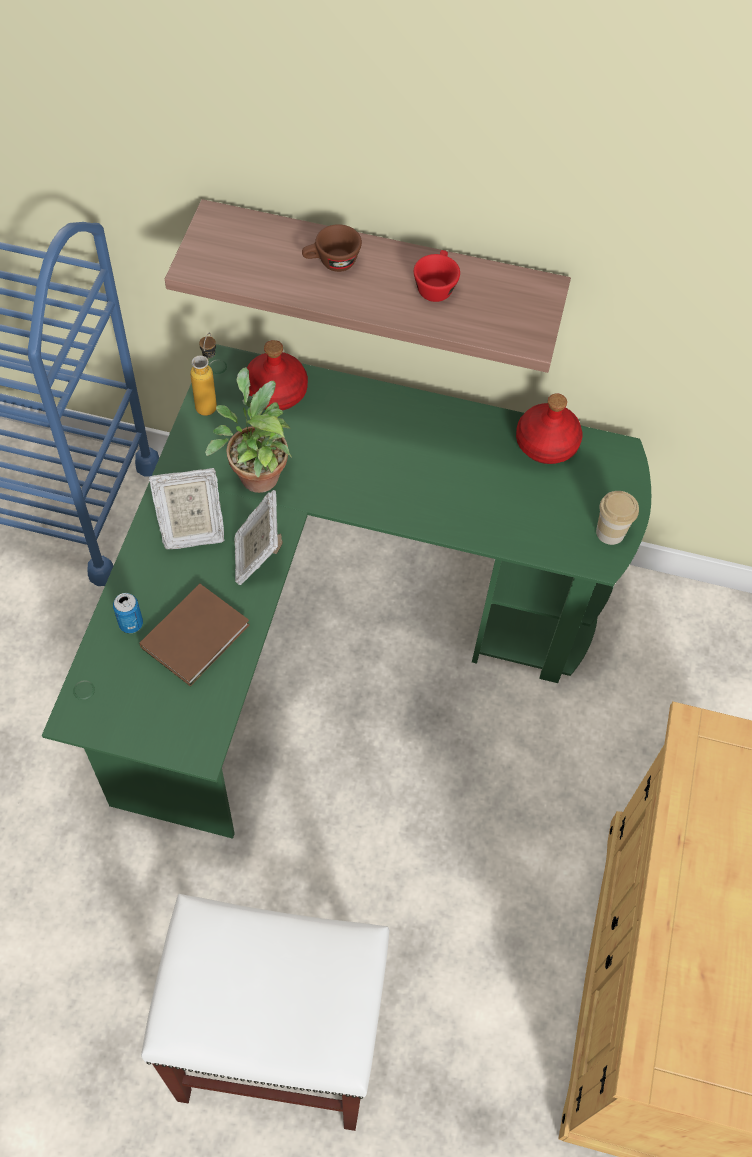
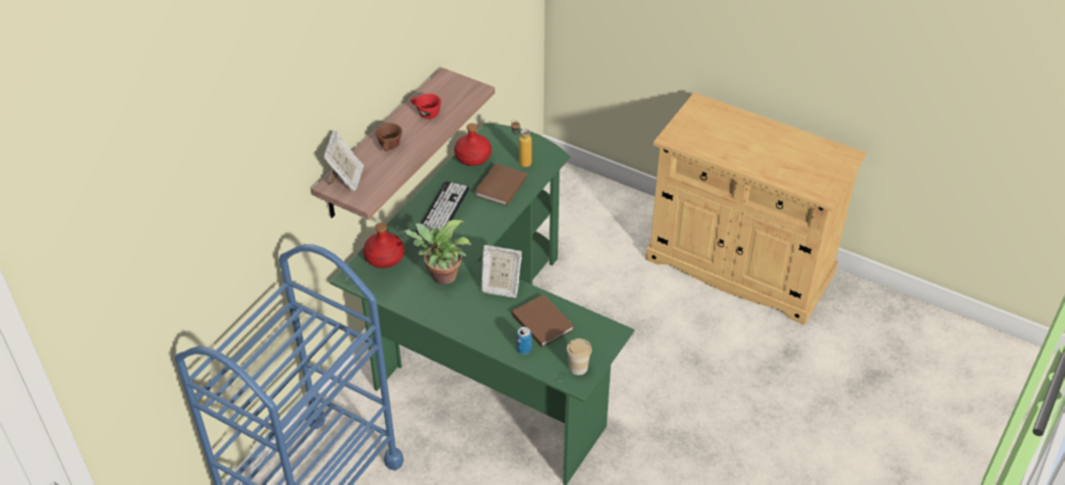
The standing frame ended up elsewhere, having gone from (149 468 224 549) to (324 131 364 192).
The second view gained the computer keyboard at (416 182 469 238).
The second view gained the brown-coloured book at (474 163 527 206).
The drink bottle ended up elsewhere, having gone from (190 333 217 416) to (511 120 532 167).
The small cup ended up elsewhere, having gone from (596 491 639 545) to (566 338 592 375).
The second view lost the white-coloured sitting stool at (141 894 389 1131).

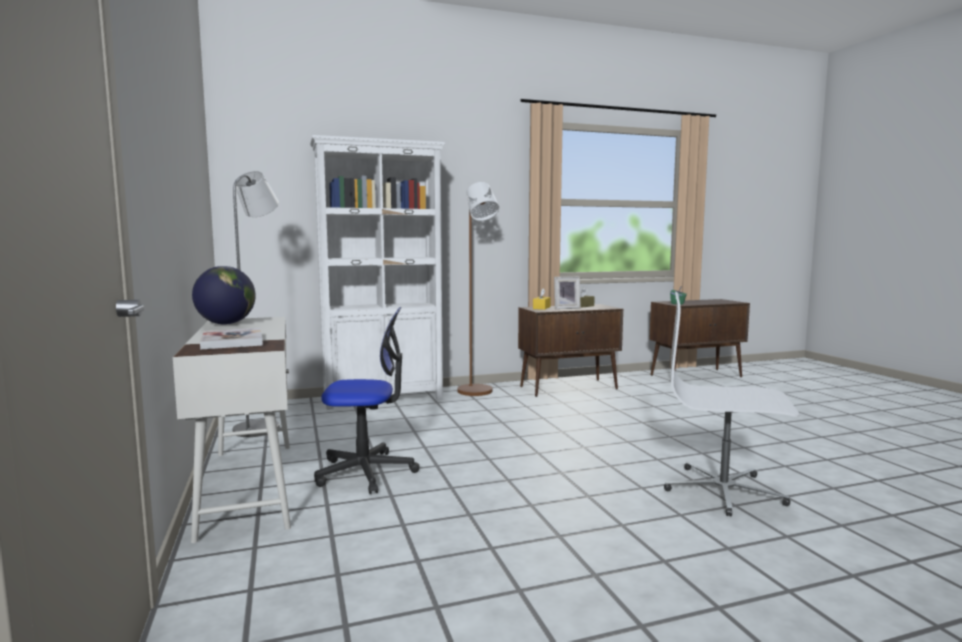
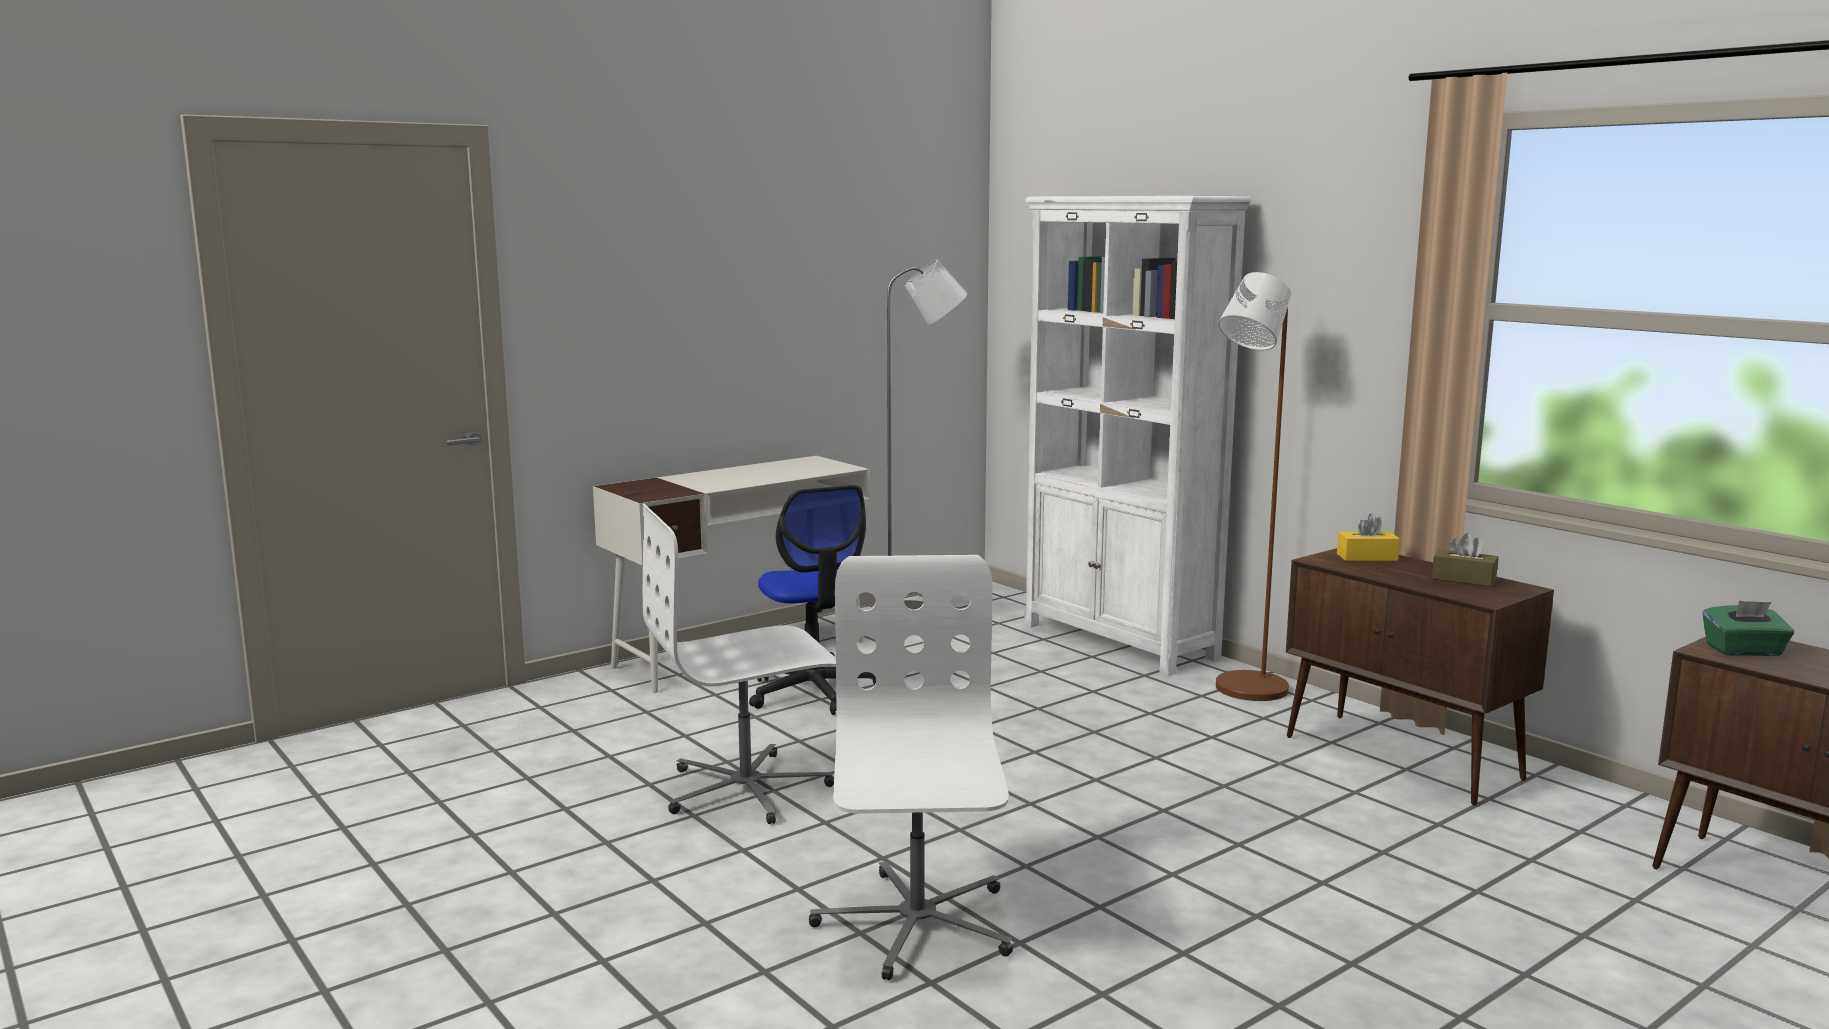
The second view gained the white-coloured office chair at (642 504 836 824).
The second view lost the world globe at (192 266 256 324).
The second view lost the book at (200 328 263 350).
The second view lost the standing frame at (554 277 581 309).

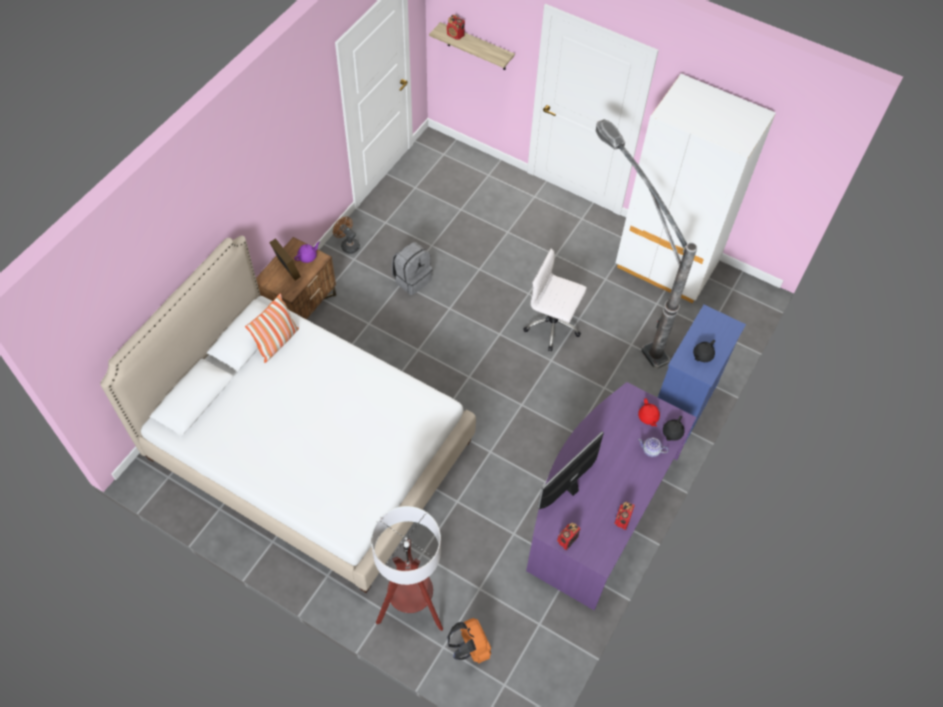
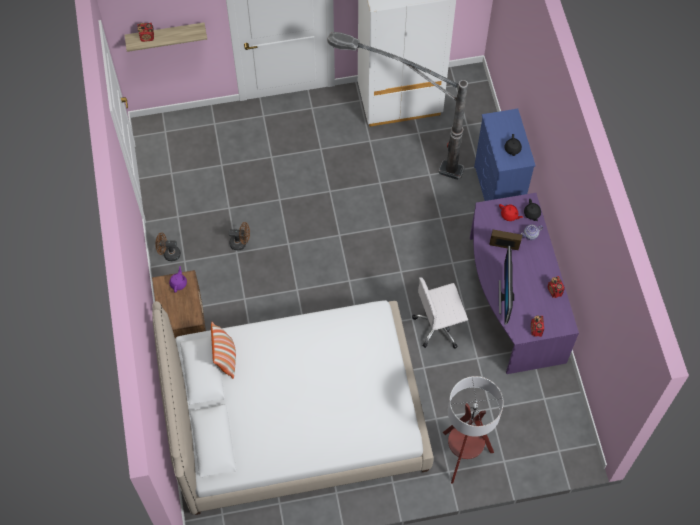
Where the greyish rucksack stood at (392 242 432 295), the brown-coloured cooling fan came to stand at (229 222 250 251).
The white-coloured office chair ended up elsewhere, having gone from (523 249 587 351) to (412 277 468 349).
The standing frame ended up elsewhere, having gone from (269 238 301 280) to (489 230 522 250).
The second view lost the orange rucksack at (447 618 491 664).

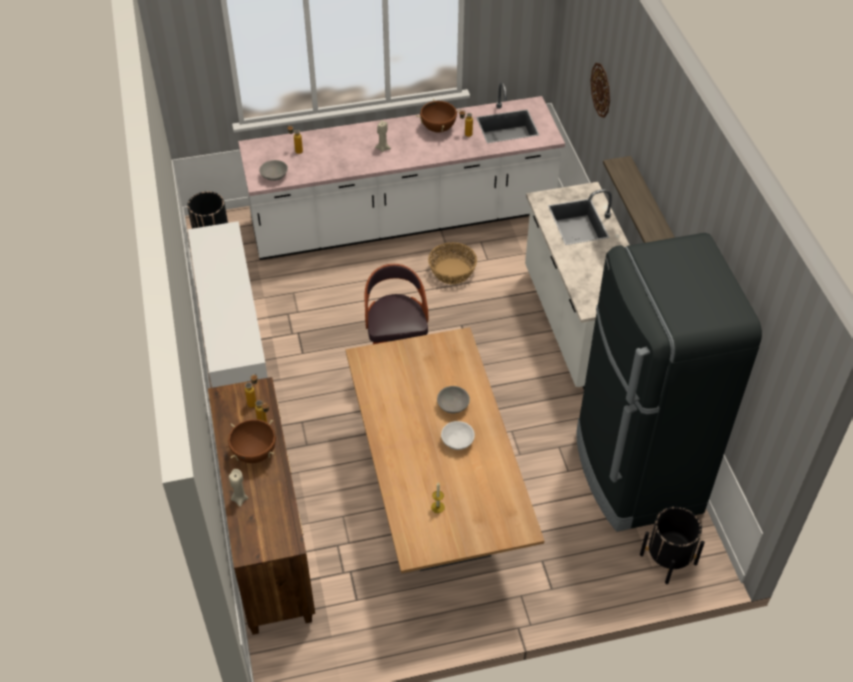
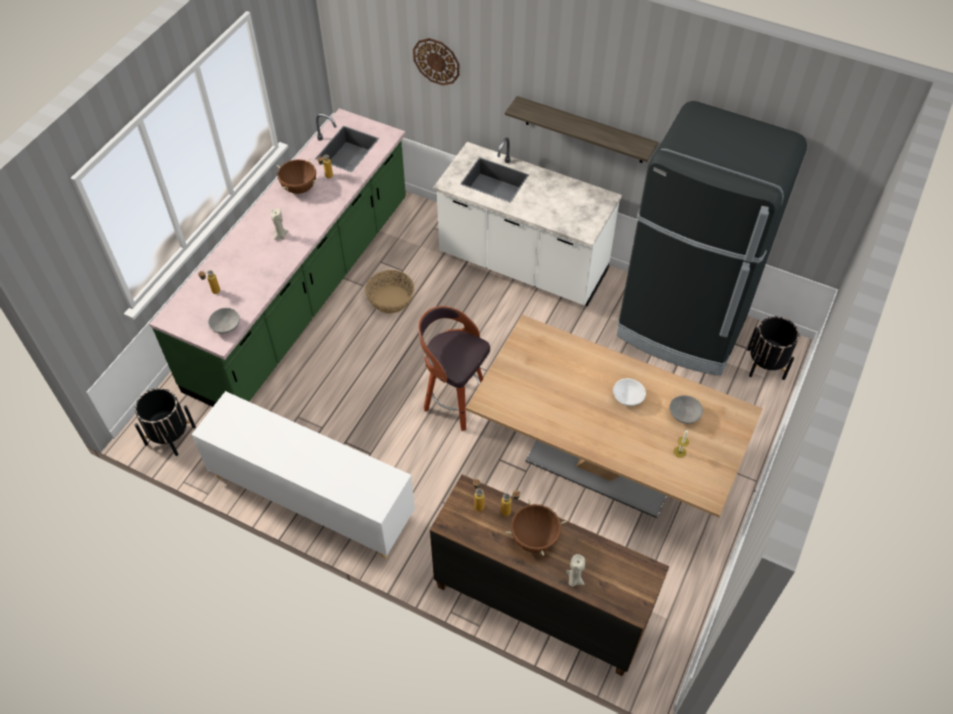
What was the white-coloured kitchen base unit at (238 82 565 260) turned into the green-coloured kitchen base unit at (149 108 406 407).
The greyish serving bowl ended up elsewhere, having gone from (437 386 470 413) to (669 395 703 424).

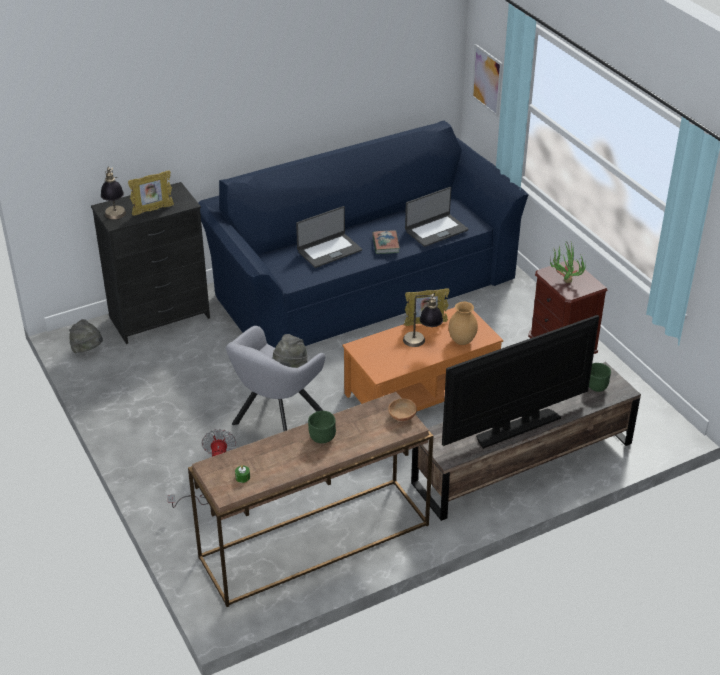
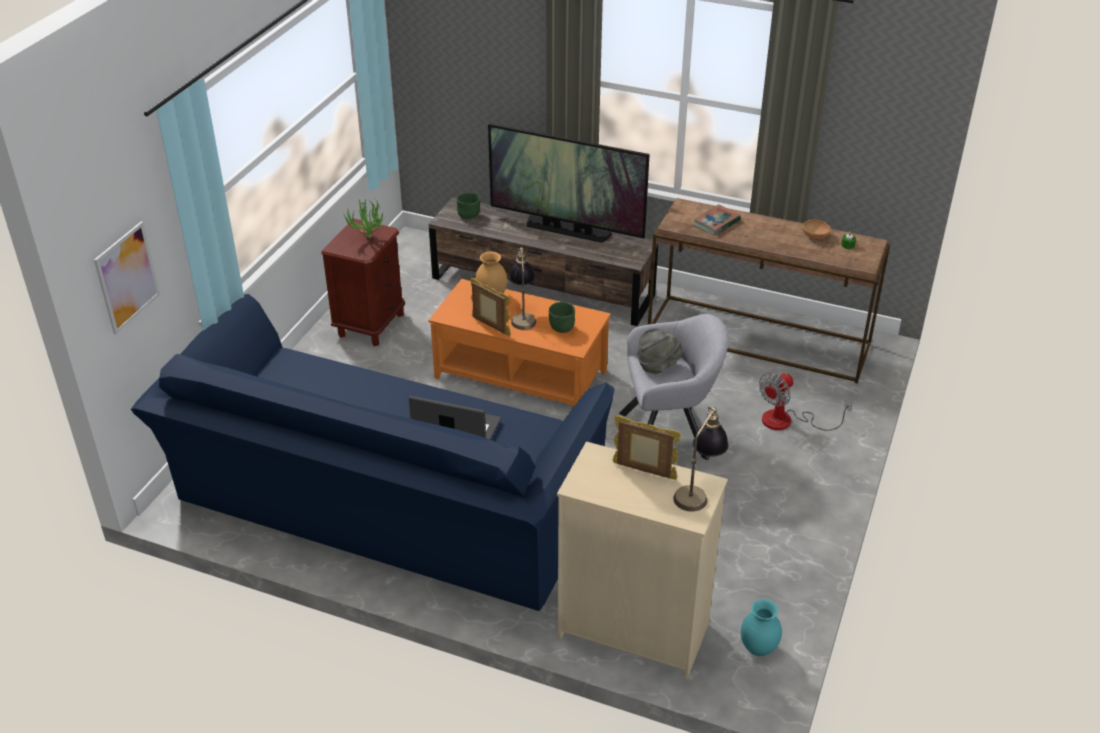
The green-coloured serving bowl ended up elsewhere, having gone from (308 411 336 444) to (549 302 575 333).
What was the black-coloured chest of drawers at (91 182 210 344) turned into the beige-coloured chest of drawers at (557 441 728 679).
The book ended up elsewhere, having gone from (372 230 400 254) to (693 204 741 235).
Where the greyish wearable hat stood at (69 319 103 353), the turquoise vase came to stand at (741 599 782 656).
The brown-coloured serving bowl ended up elsewhere, having gone from (388 398 417 421) to (803 219 831 239).
The second view lost the laptop at (405 187 469 247).

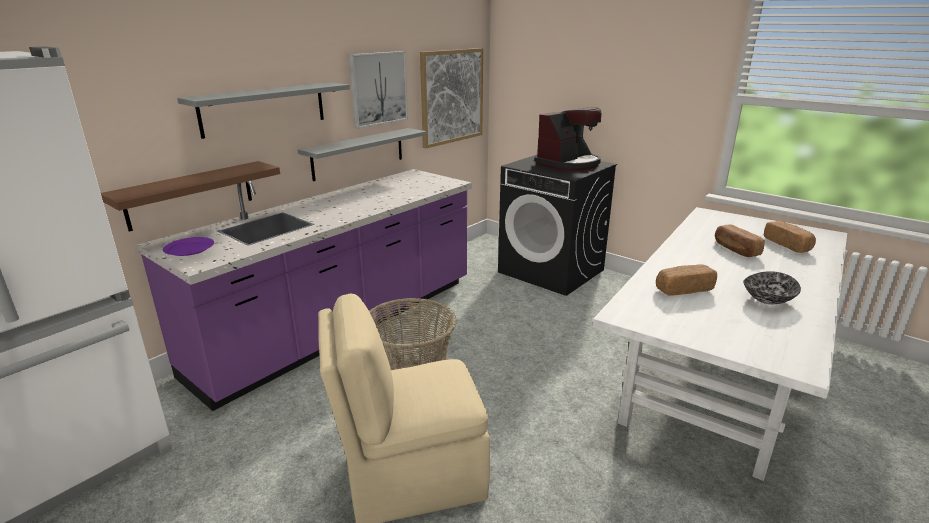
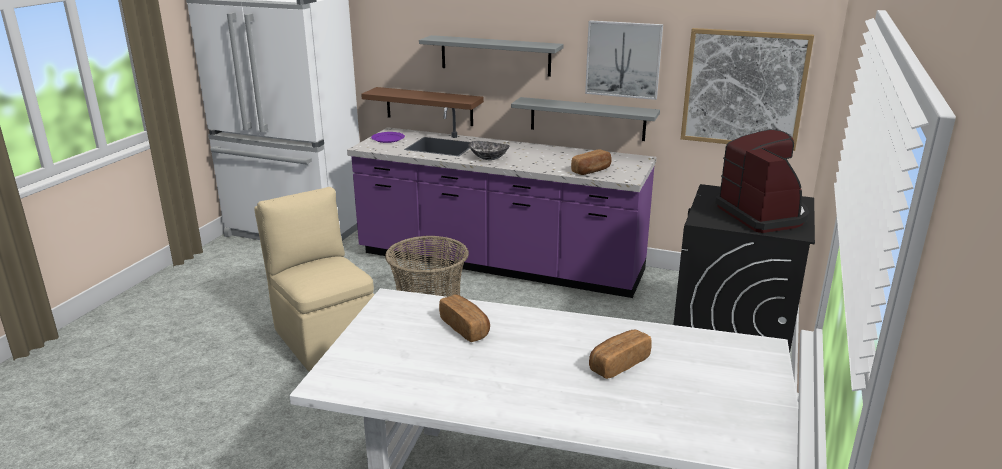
The serving bowl ended up elsewhere, having gone from (743 271 801 304) to (468 141 510 160).
The bakery bread ended up elsewhere, having gone from (764 221 816 253) to (571 149 612 175).
The coffee machine at (535 108 602 171) ended up facing another way, 135 degrees counterclockwise from before.

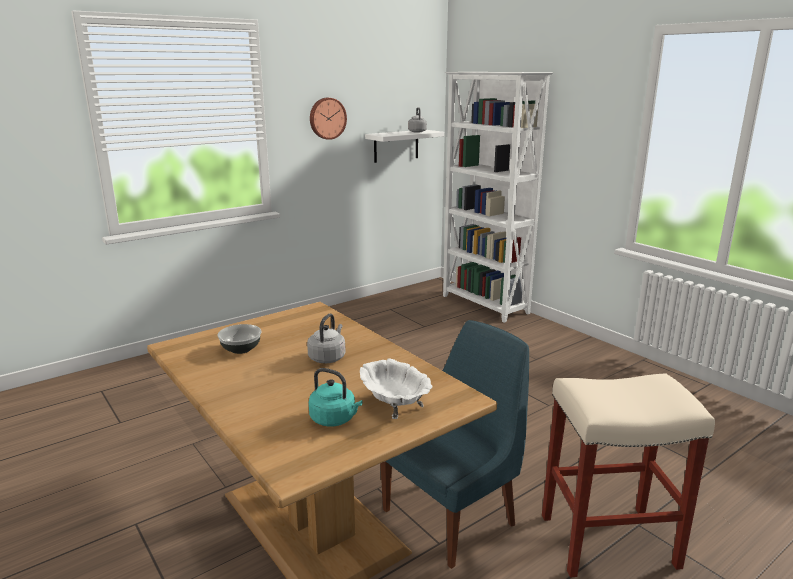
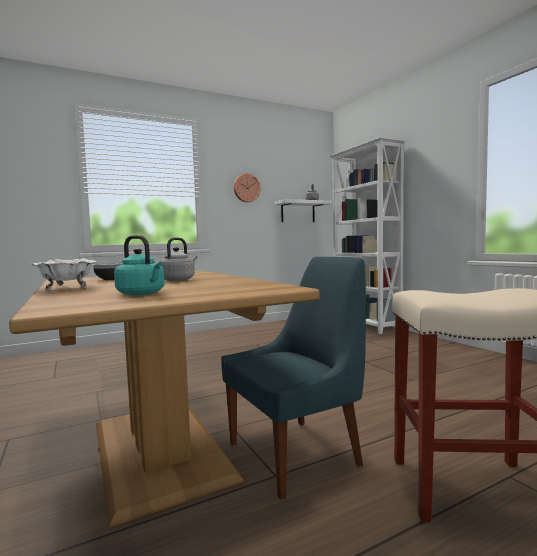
The white-coloured serving bowl ended up elsewhere, having gone from (360 358 432 419) to (31 258 97 291).

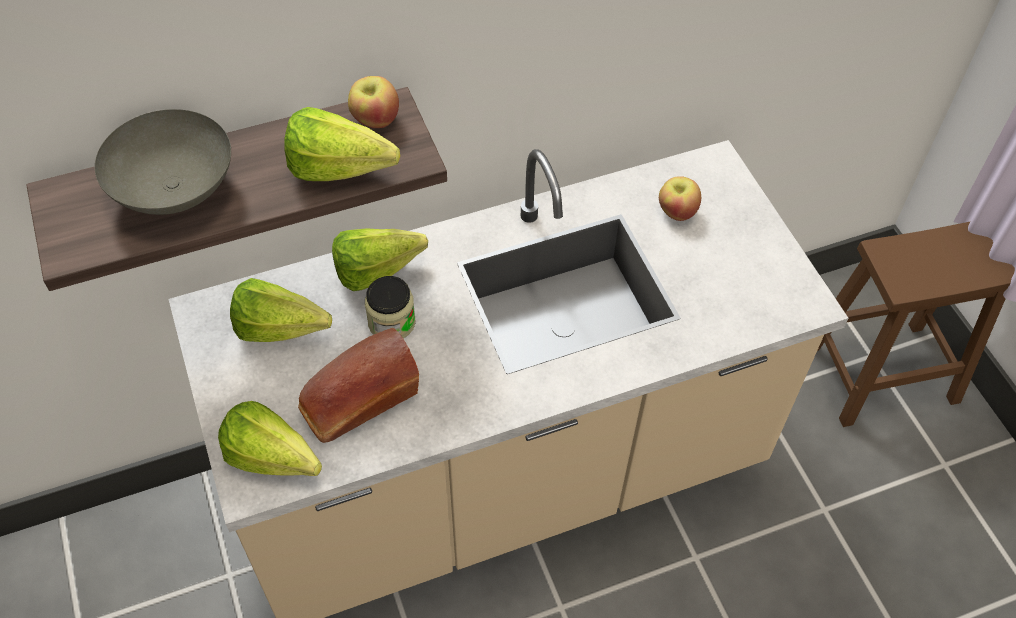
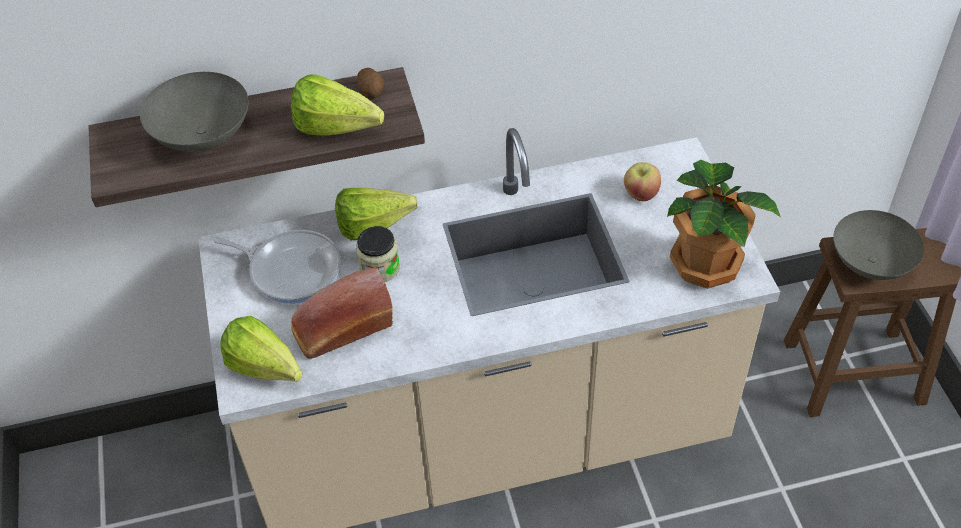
Where the lettuce stood at (230 278 332 342), the skillet came to stand at (212 230 341 304).
Where the apple stood at (348 76 399 128), the potato came to stand at (358 68 384 99).
The second view gained the houseplant at (667 160 781 289).
The second view gained the greyish serving bowl at (833 210 924 280).

